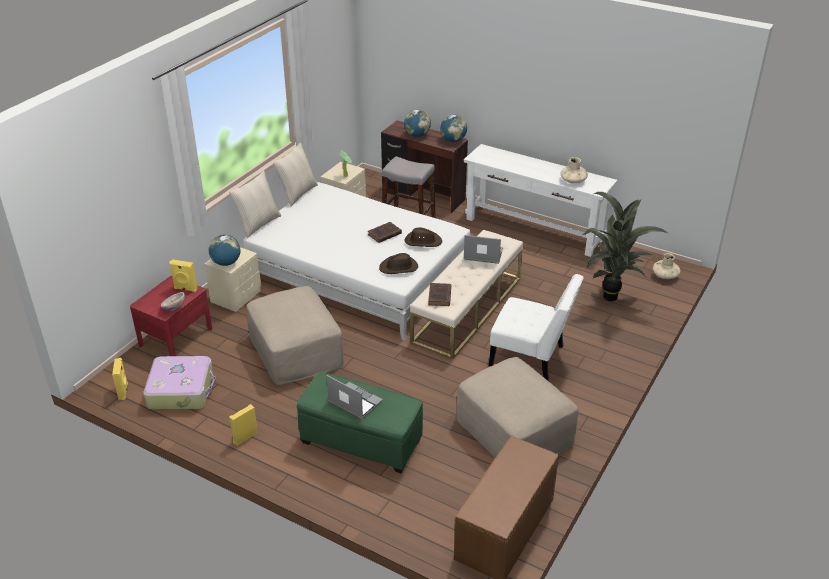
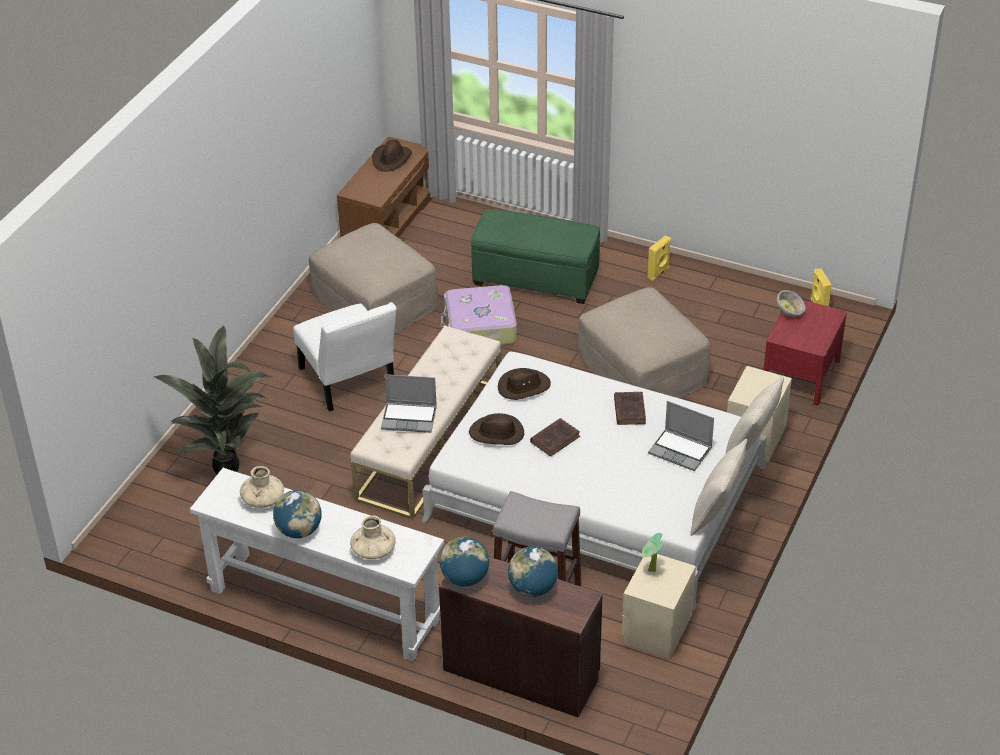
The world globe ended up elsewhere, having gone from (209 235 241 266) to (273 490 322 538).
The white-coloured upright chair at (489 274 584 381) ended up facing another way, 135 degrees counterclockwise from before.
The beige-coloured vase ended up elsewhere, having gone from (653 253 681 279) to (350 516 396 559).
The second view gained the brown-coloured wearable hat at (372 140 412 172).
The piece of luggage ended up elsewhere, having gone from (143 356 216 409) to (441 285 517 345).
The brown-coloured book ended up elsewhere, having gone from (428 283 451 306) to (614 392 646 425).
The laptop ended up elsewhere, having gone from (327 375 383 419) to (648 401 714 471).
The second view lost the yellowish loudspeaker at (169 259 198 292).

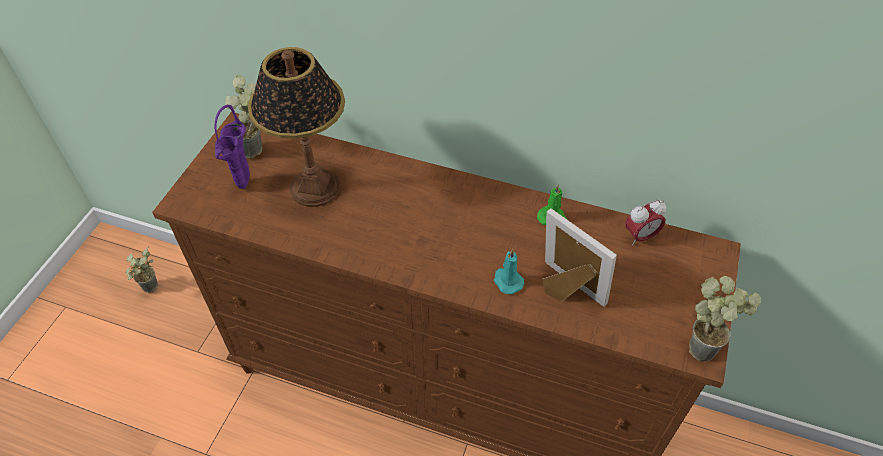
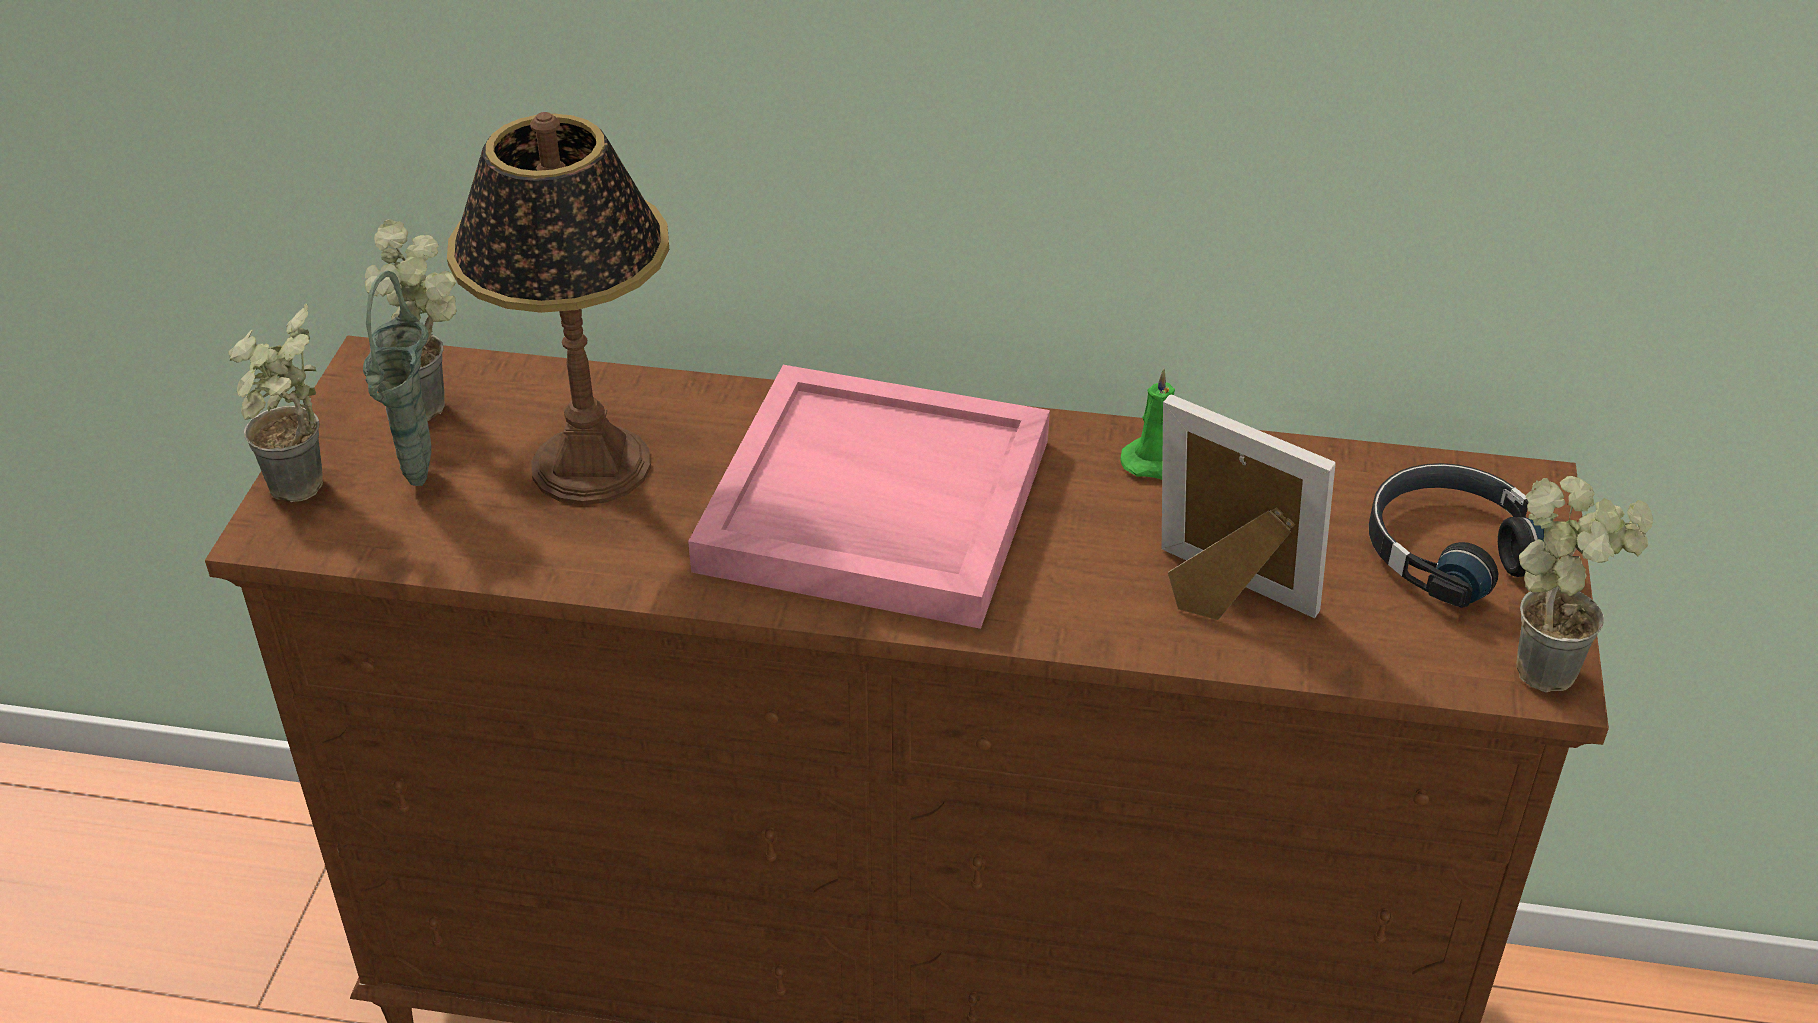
The houseplant ended up elsewhere, having gone from (126 247 158 293) to (229 304 323 502).
What was the purple vase at (214 105 250 189) turned into the green-coloured vase at (363 271 431 486).
The second view gained the pink-coloured tray at (688 365 1050 629).
The second view gained the black-coloured headset at (1369 463 1544 608).
The second view lost the turquoise wax candle at (494 249 524 294).
The second view lost the table clock at (625 200 667 245).

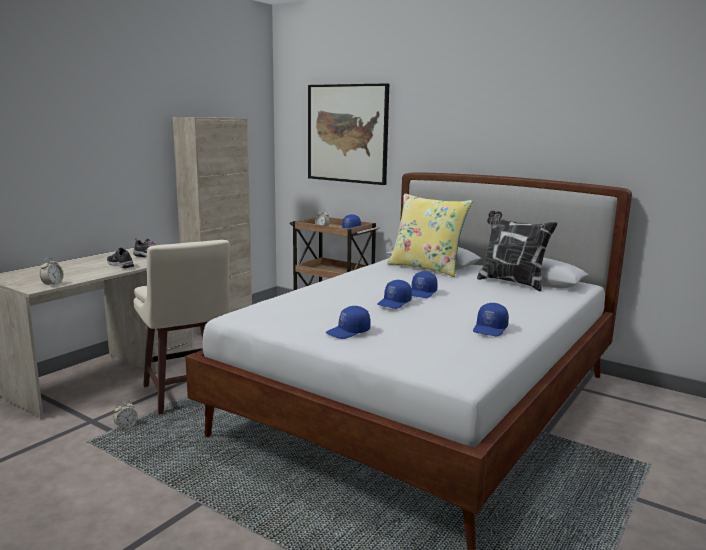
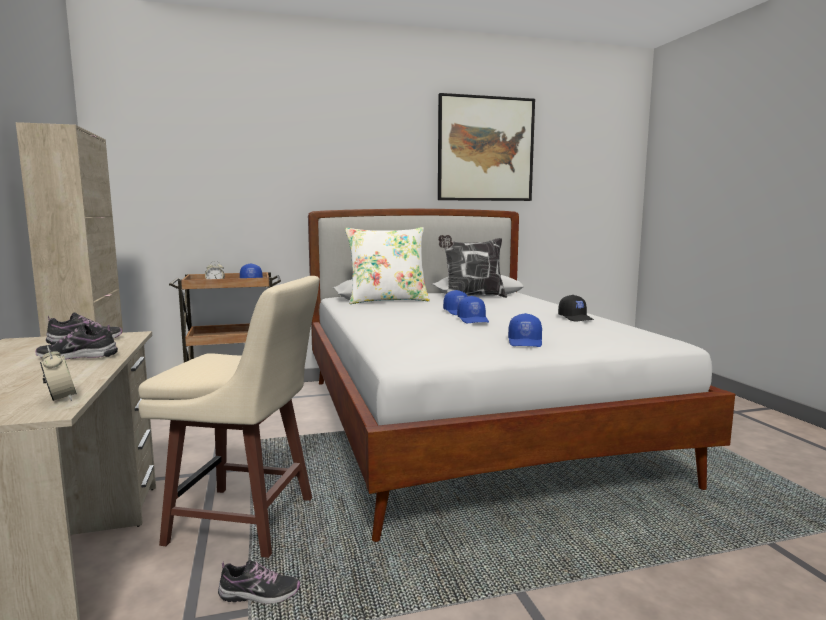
Where the table clock stood at (114 400 138 430), the shoe came to stand at (218 560 300 604).
What was the yellowish pillow at (387 193 473 277) turned into the white-coloured pillow at (345 227 430 304).
The wall art ended up elsewhere, having gone from (308 83 389 185) to (438 93 535 201).
What was the blue baseball cap at (473 303 509 336) turned into the black-coloured baseball cap at (558 295 594 322).

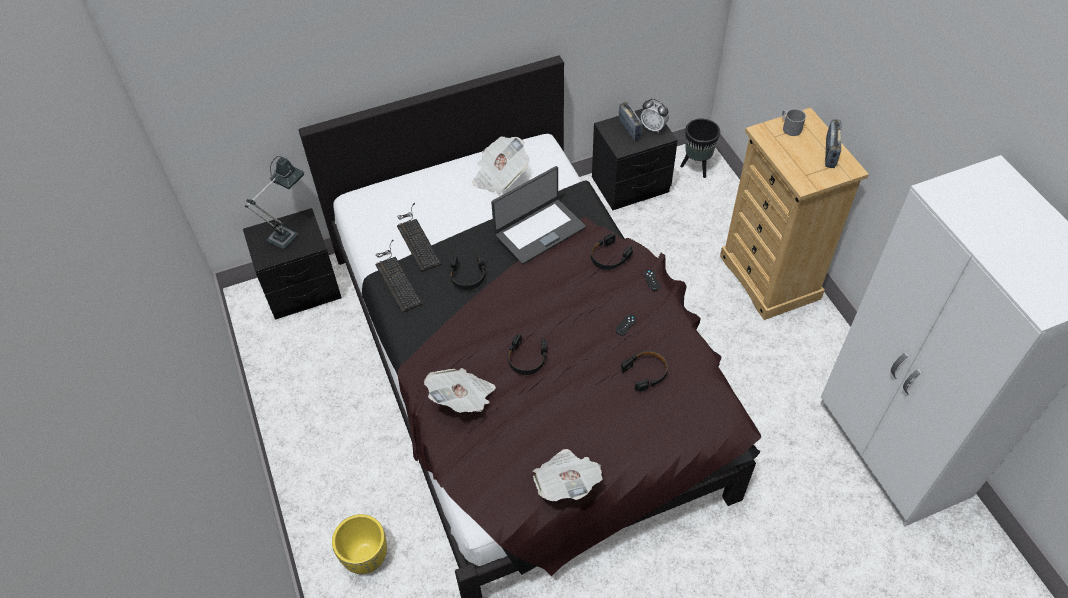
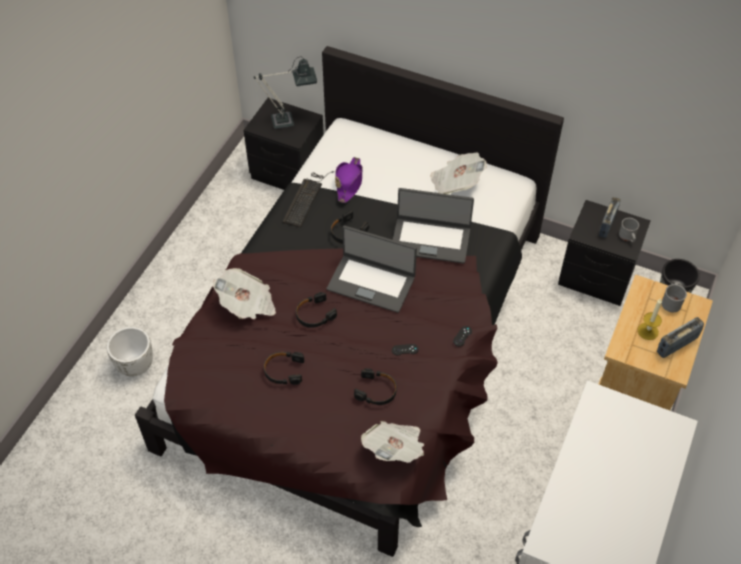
What was the yellowish flower pot at (332 514 387 574) turned into the white-coloured flower pot at (107 327 153 376).
The black-coloured headset ended up elsewhere, having gone from (591 234 633 270) to (264 352 304 385).
The second view gained the laptop at (327 225 417 313).
Where the computer keyboard stood at (397 203 442 272), the purple wearable hat came to stand at (335 157 363 203).
The printed paper ended up elsewhere, having gone from (533 449 603 501) to (361 421 424 463).
Where the table clock stood at (641 99 669 133), the greyish coffee mug came to stand at (619 218 639 242).
The second view gained the wax candle at (638 299 662 340).

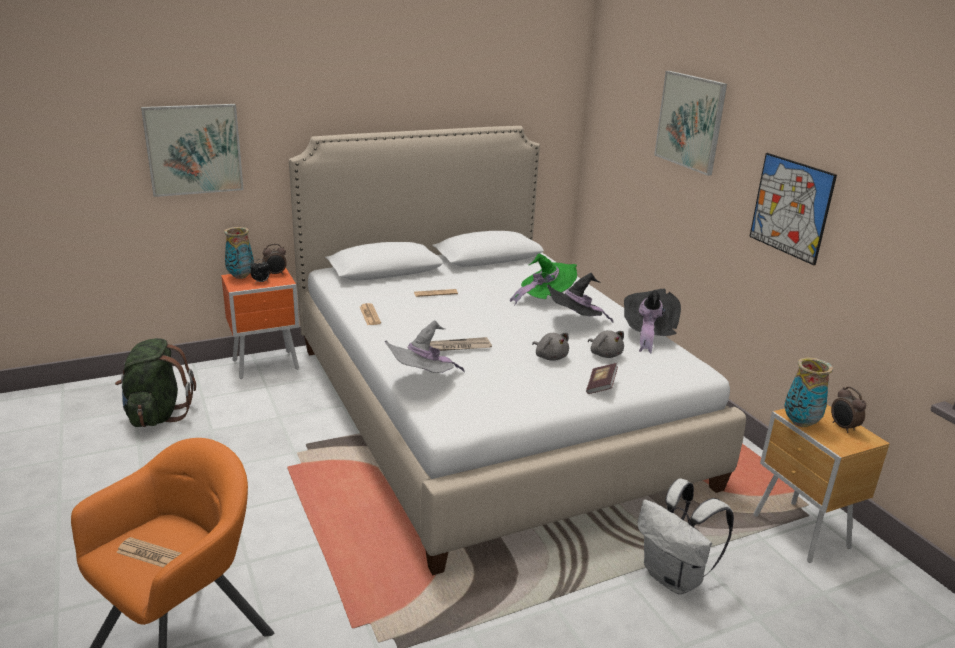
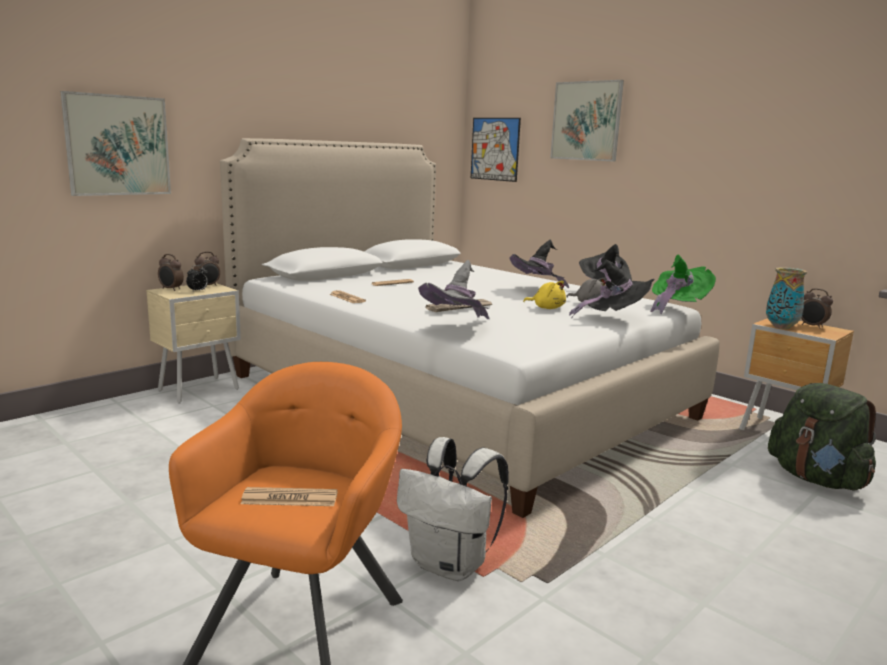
What was the orange bedside table at (221 268 299 379) turned into the beige-coloured bedside table at (146 283 241 404).
Where the vase stood at (224 227 254 279), the table clock came to stand at (158 254 184 291).
The white-coloured rucksack ended up elsewhere, having gone from (638 478 734 594) to (397 437 509 581).
The wall art ended up elsewhere, having gone from (749 153 837 265) to (471 118 521 182).
What was the greyish cuddly toy at (532 333 569 361) turned into the yellowish cuddly toy at (523 281 566 309).
Where the book stood at (586 363 618 394), the black-coloured wearable hat came to stand at (569 259 655 318).
The green-coloured wearable hat ended up elsewhere, having gone from (510 254 577 306) to (650 255 716 314).
The green-coloured rucksack ended up elsewhere, having gone from (115 338 196 427) to (768 383 876 491).

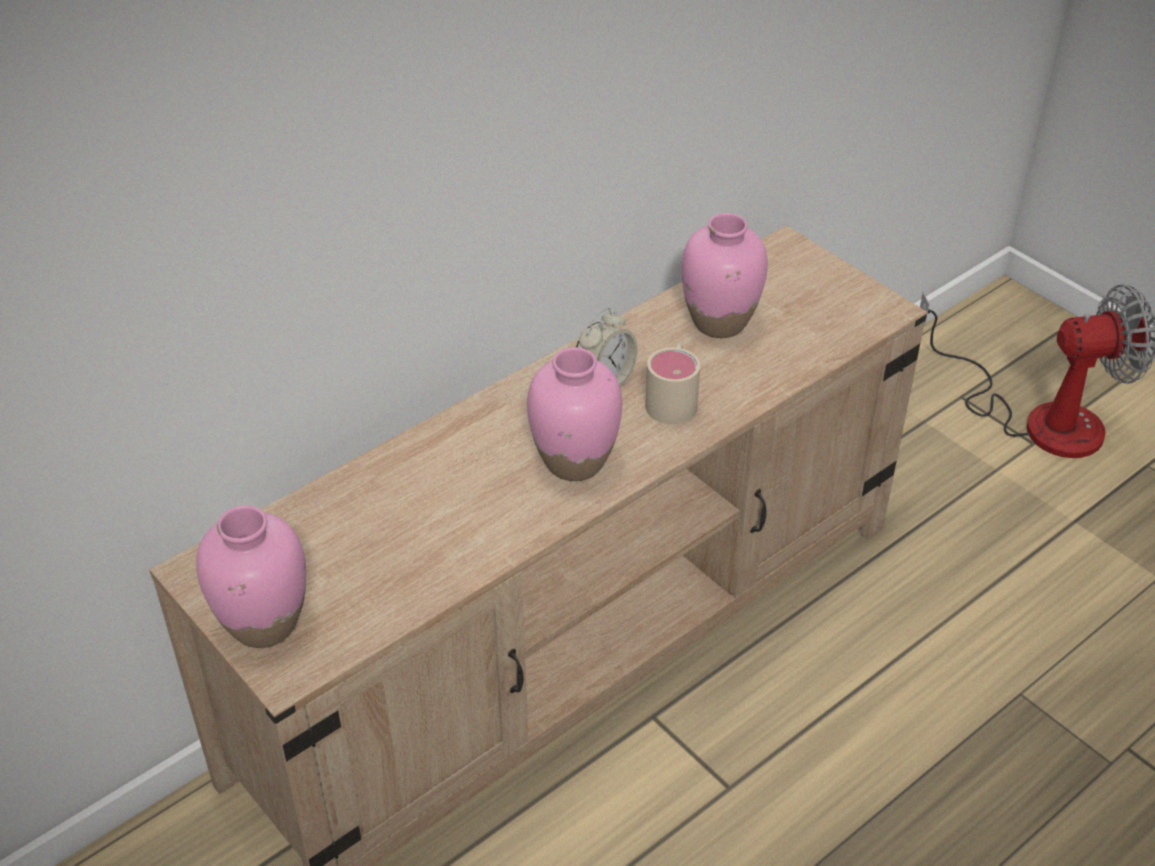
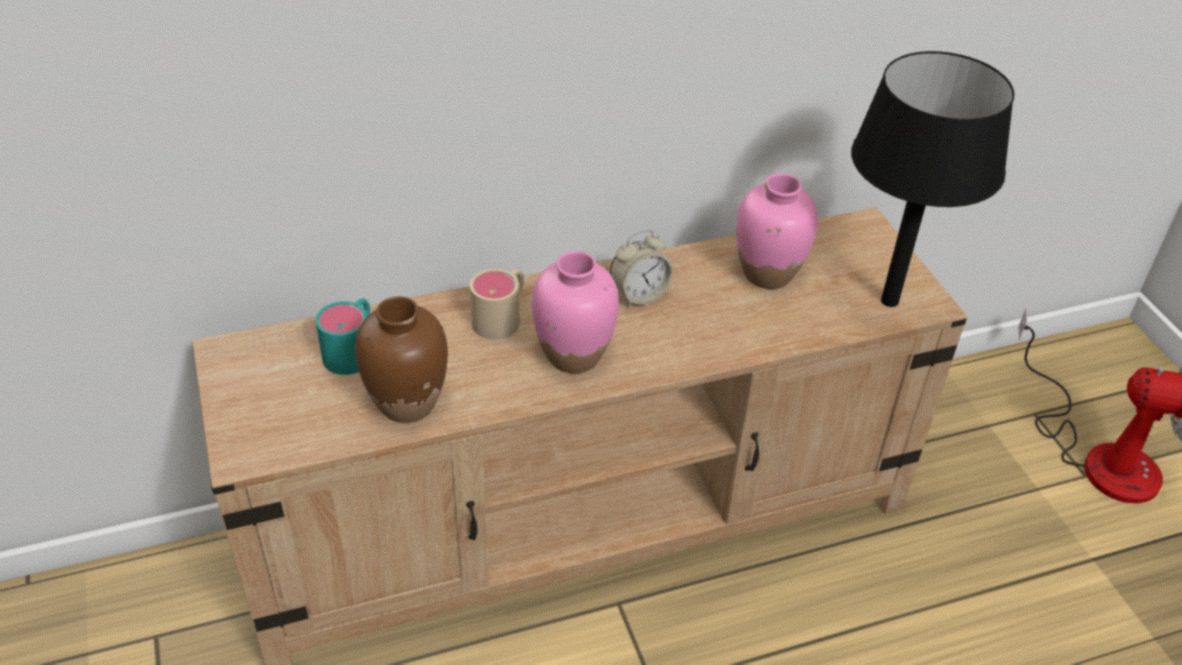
The second view gained the turquoise coffee mug at (315 299 370 375).
The second view gained the brown-coloured vase at (355 296 448 423).
The beige-coloured coffee mug ended up elsewhere, having gone from (645 343 700 424) to (470 269 524 340).
The second view gained the black-coloured tabletop lamp at (851 51 1015 307).
The second view lost the pink-coloured vase at (196 505 306 648).

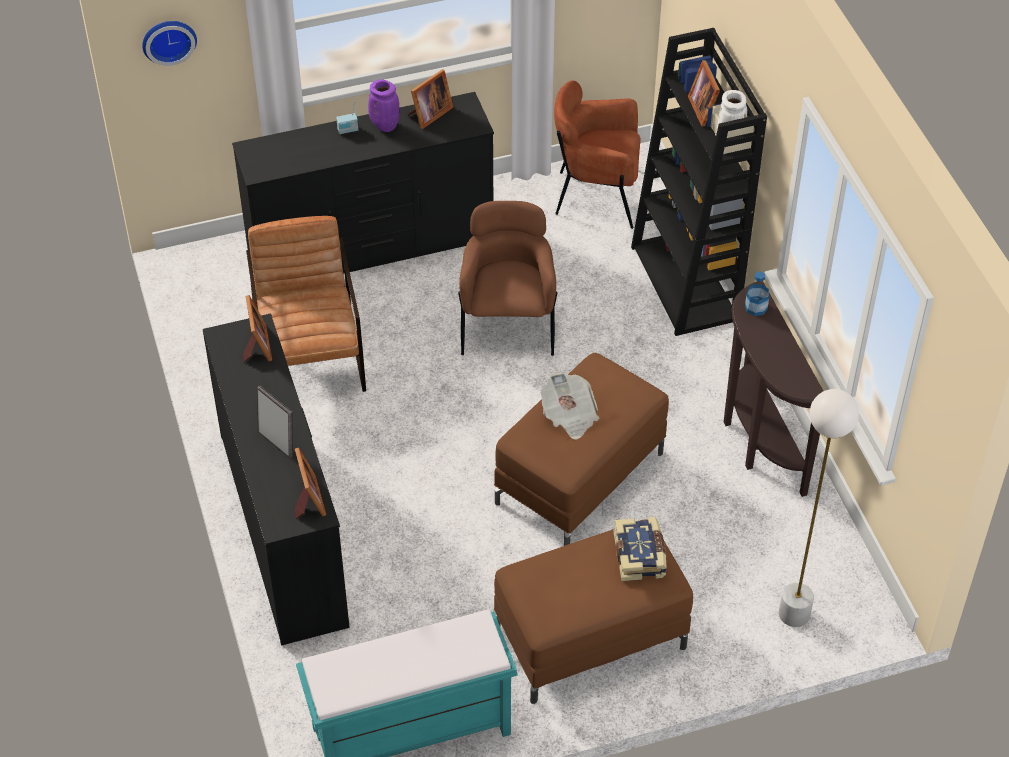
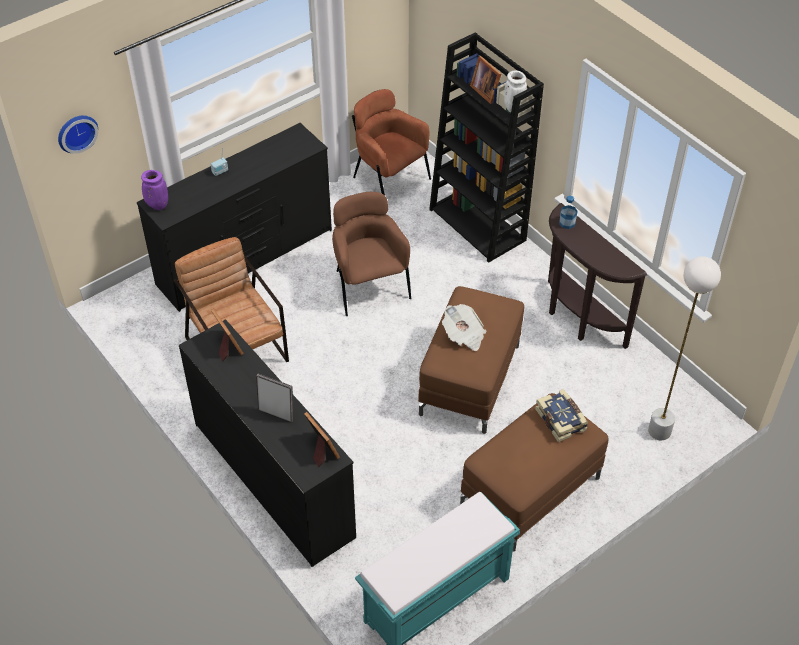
The purple vase ended up elsewhere, having gone from (368 80 399 132) to (141 170 168 210).
The brown-coloured armchair at (554 80 641 229) ended up facing another way, 60 degrees clockwise from before.
The second view lost the standing frame at (407 69 453 129).

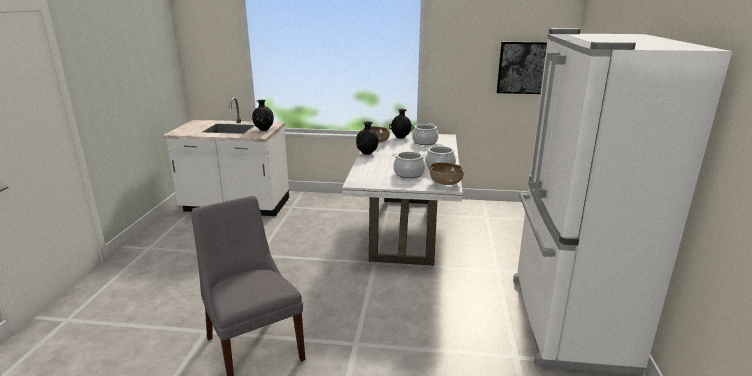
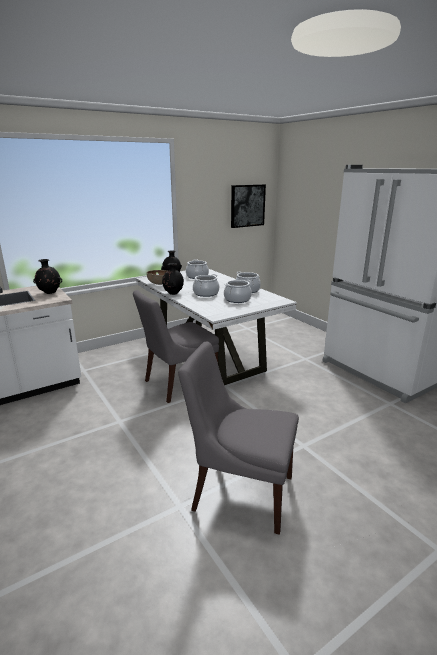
The second view gained the greyish upright chair at (133 290 219 403).
The second view gained the saucepot at (193 274 219 297).
The second view lost the brown-coloured serving bowl at (430 162 464 185).

